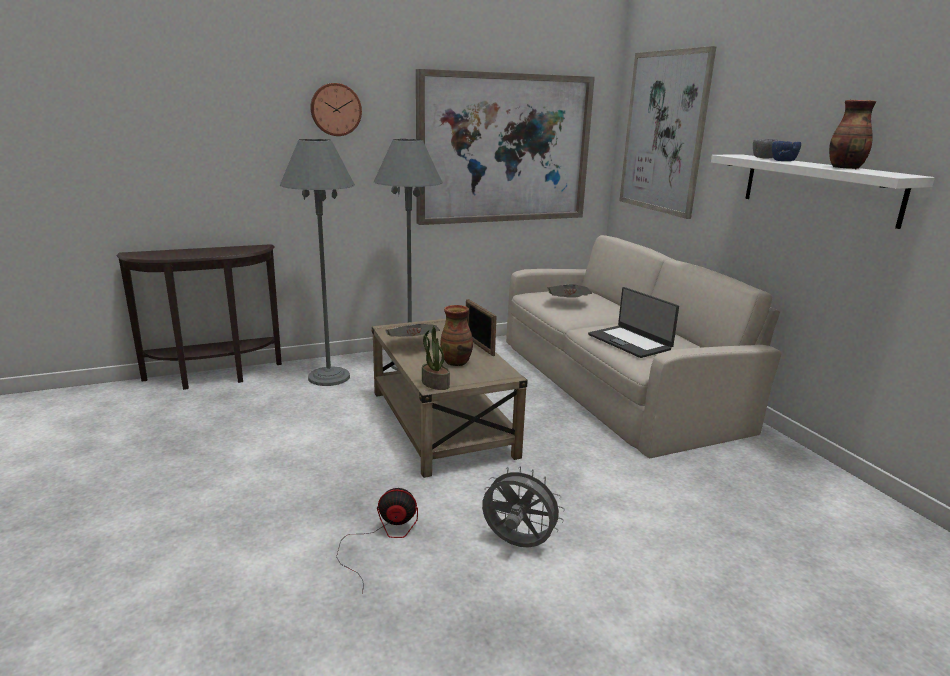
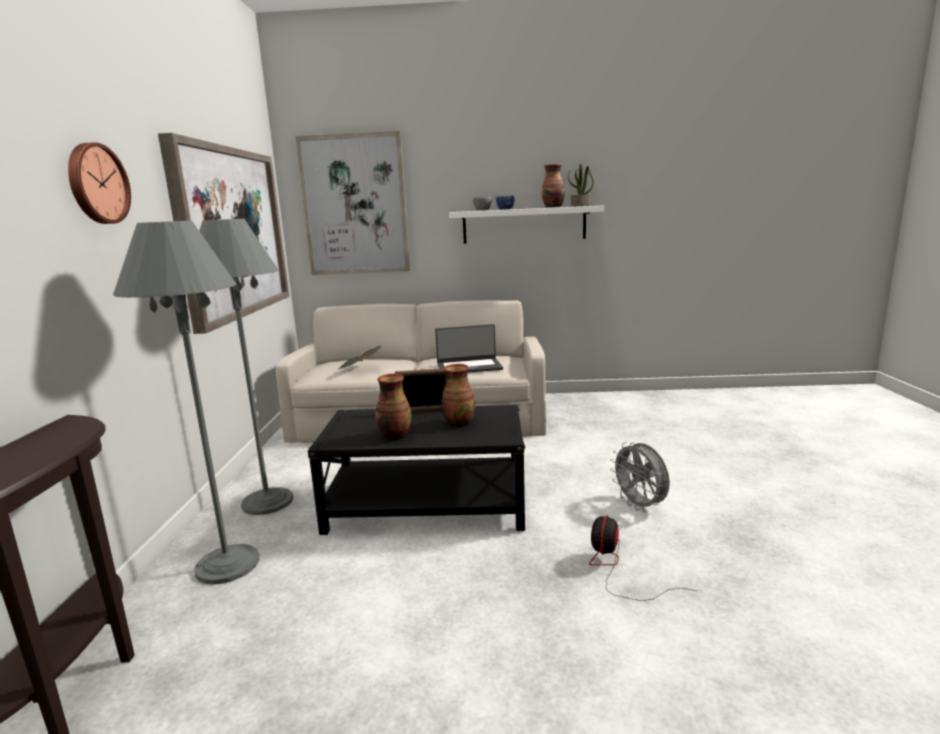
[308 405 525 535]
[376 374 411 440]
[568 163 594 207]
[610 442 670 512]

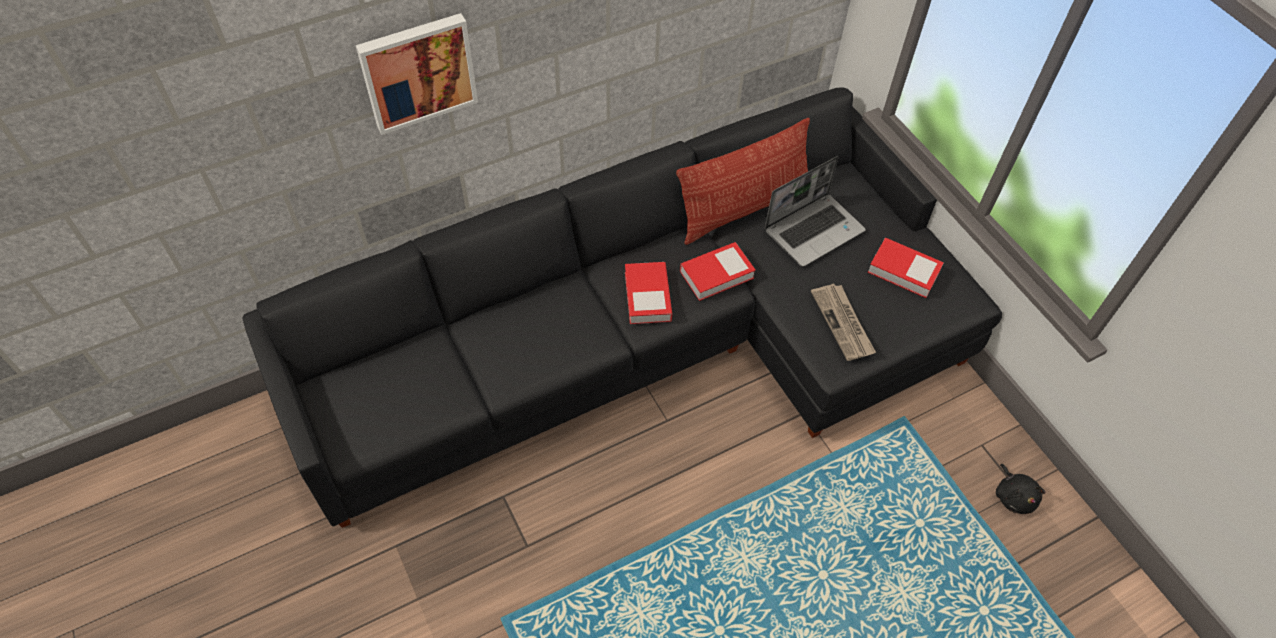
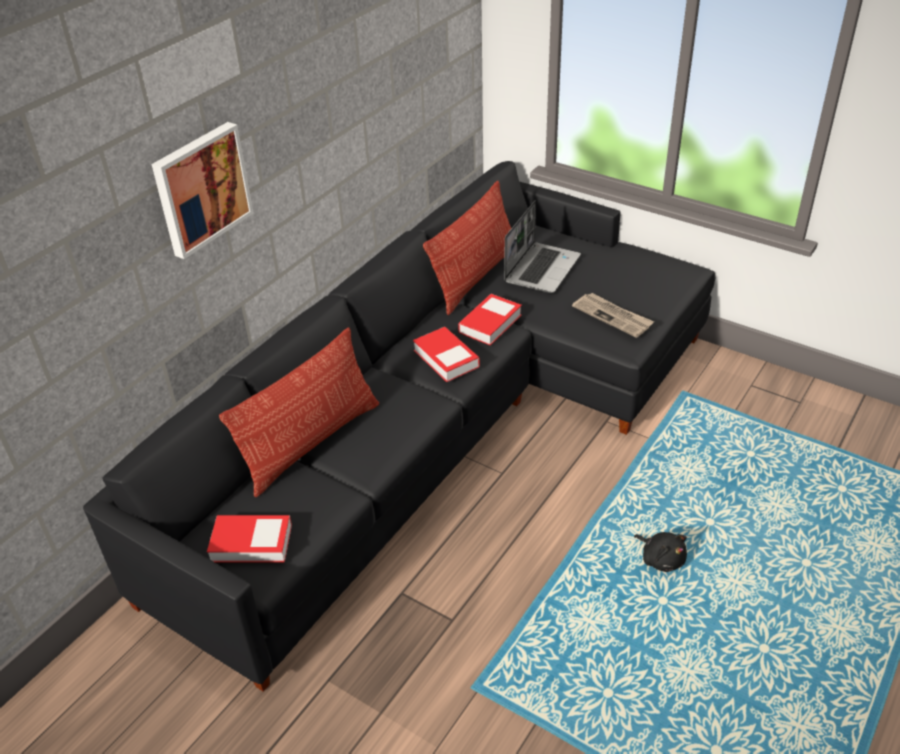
[207 515 292 563]
[634 532 687 572]
[219 327 379 497]

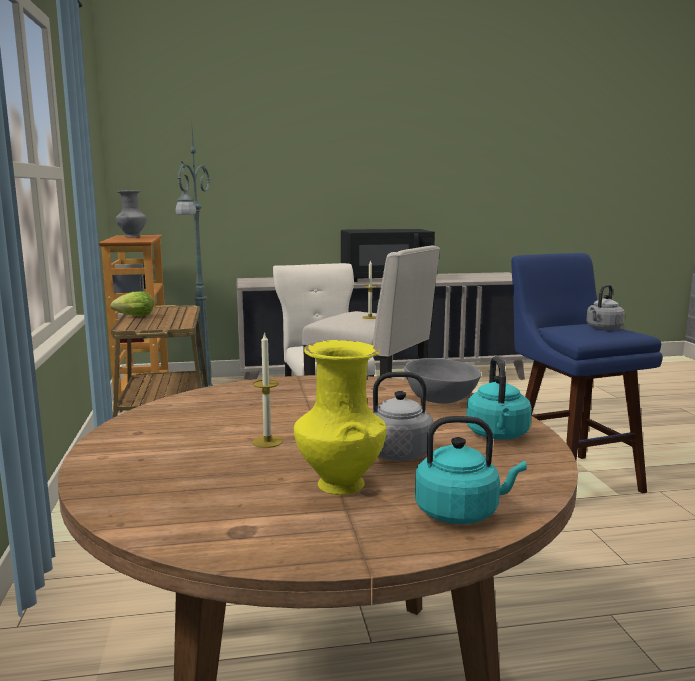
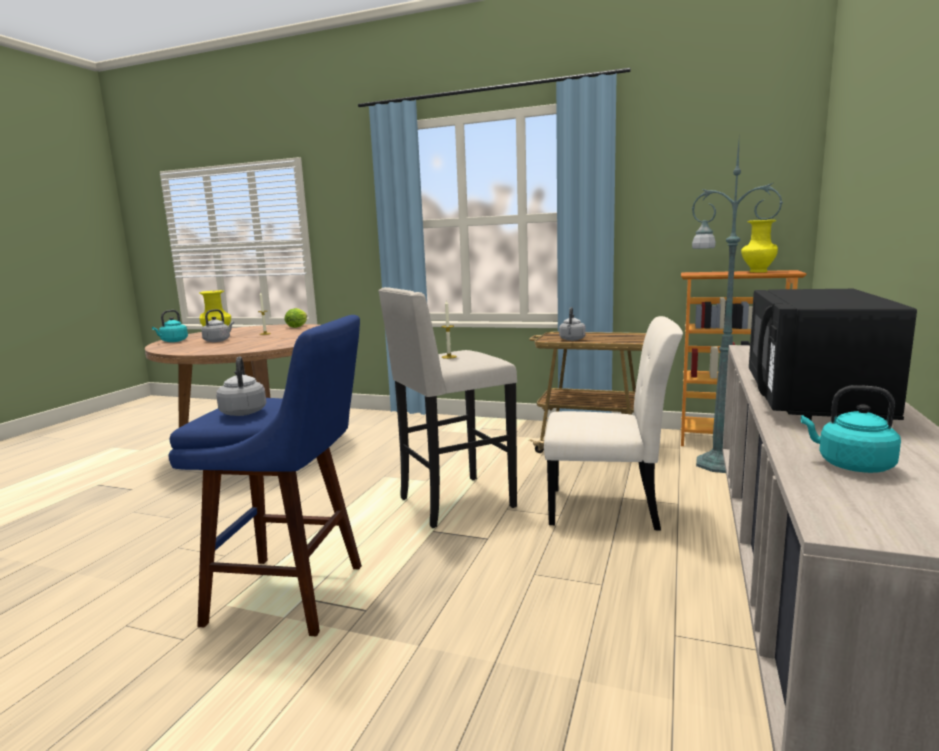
[741 220 778 273]
[284 308 307 328]
[801 385 901 473]
[404 358 481 404] (first image)
[559 307 586 341]

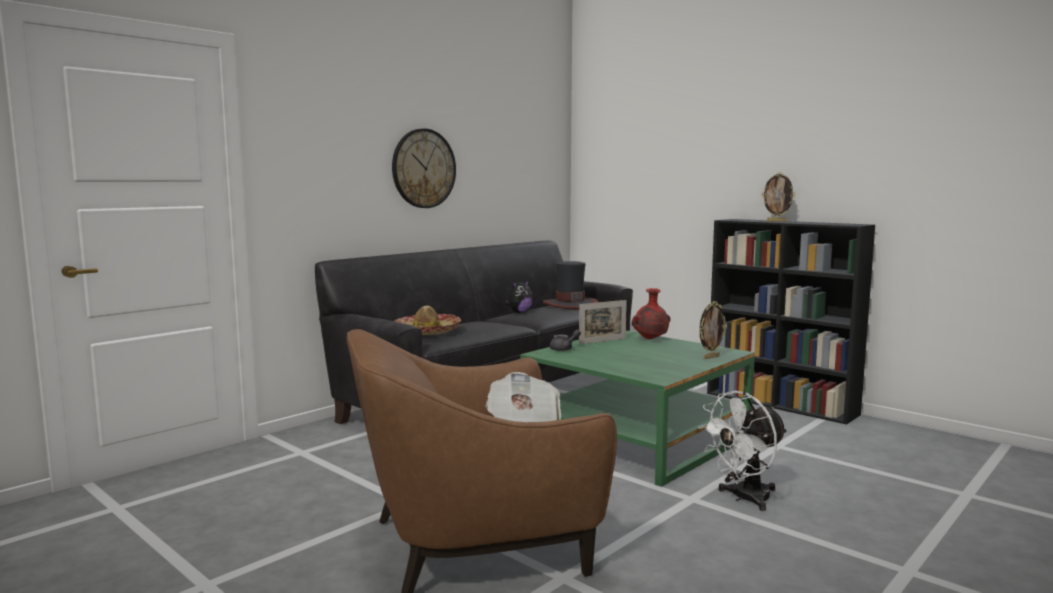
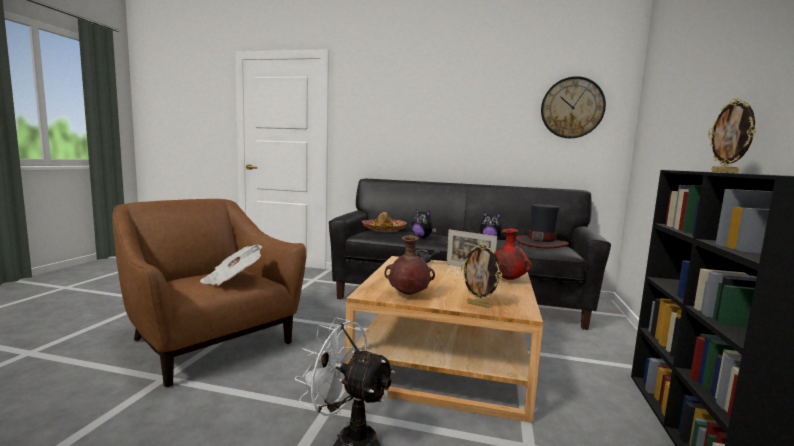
[541 76 606 138]
[344 256 543 423]
[412 209 437 238]
[384 235 435 295]

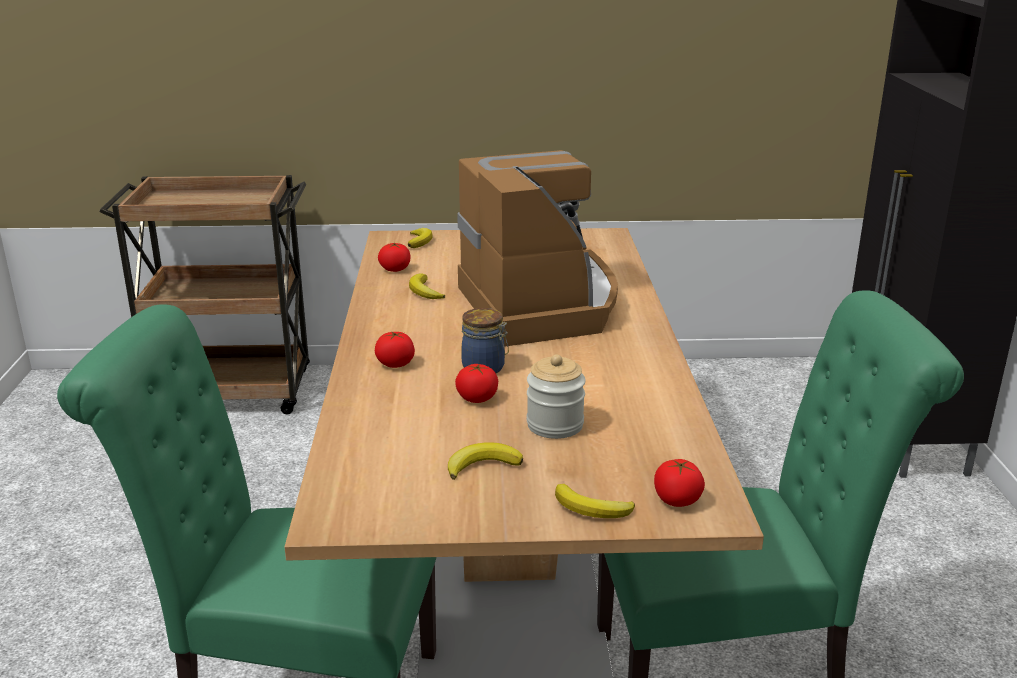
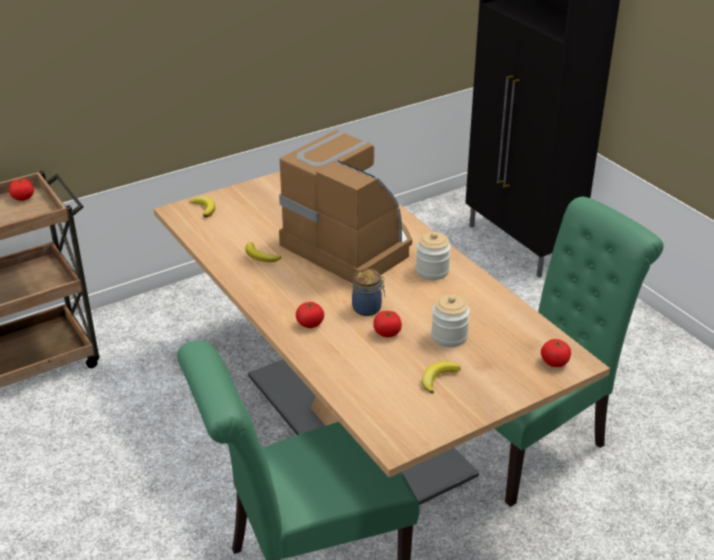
[9 179 34 201]
[555 484 635 518] (first image)
[416 232 451 280]

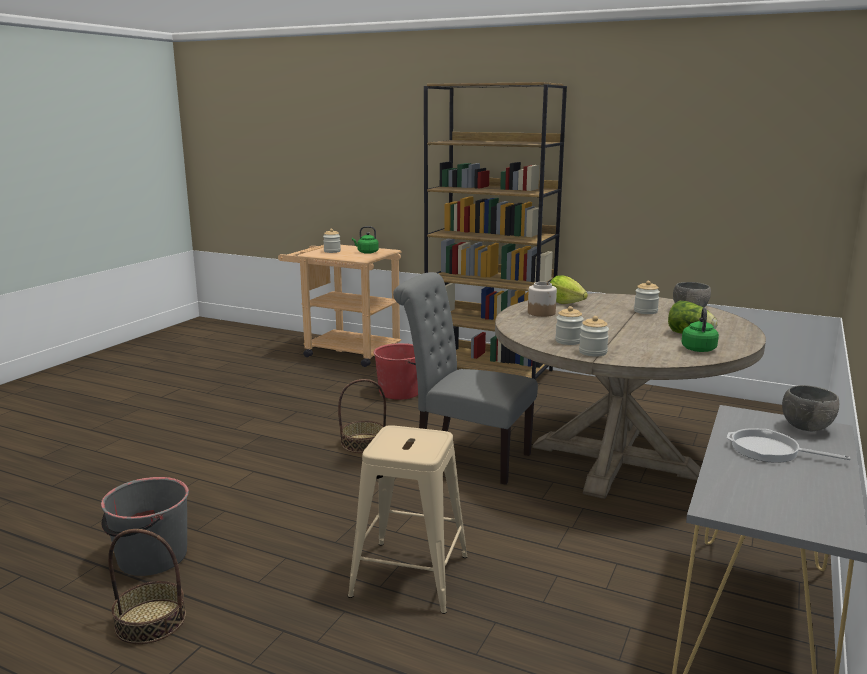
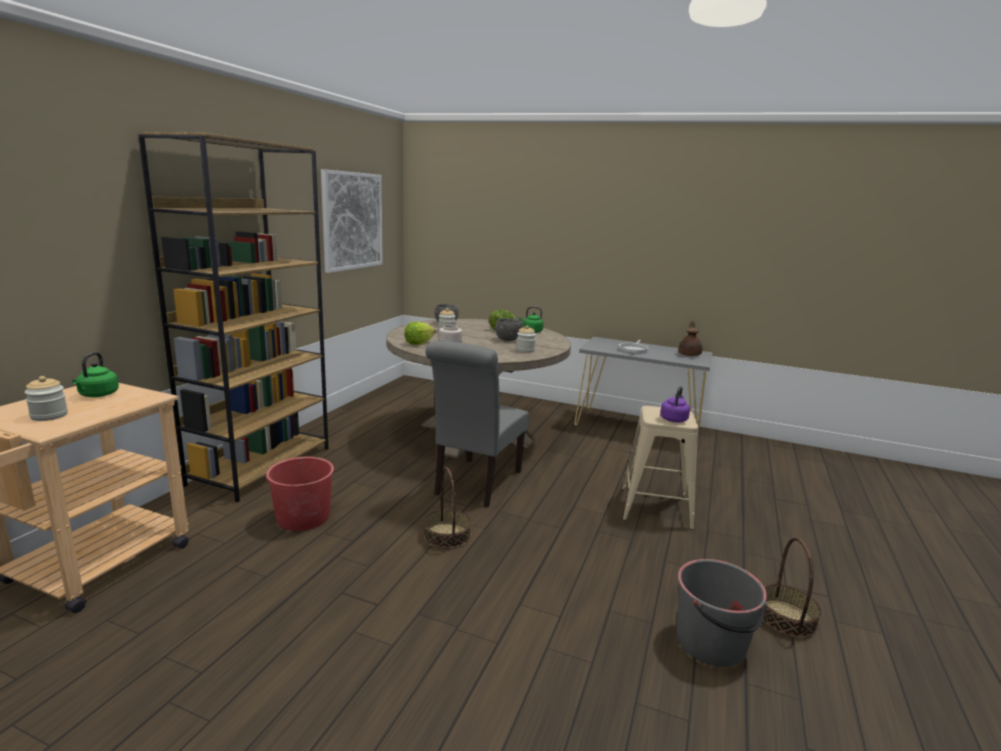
[579 316 609 356] (first image)
[495 318 523 341]
[321 169 383 273]
[678 321 702 356]
[660 386 690 422]

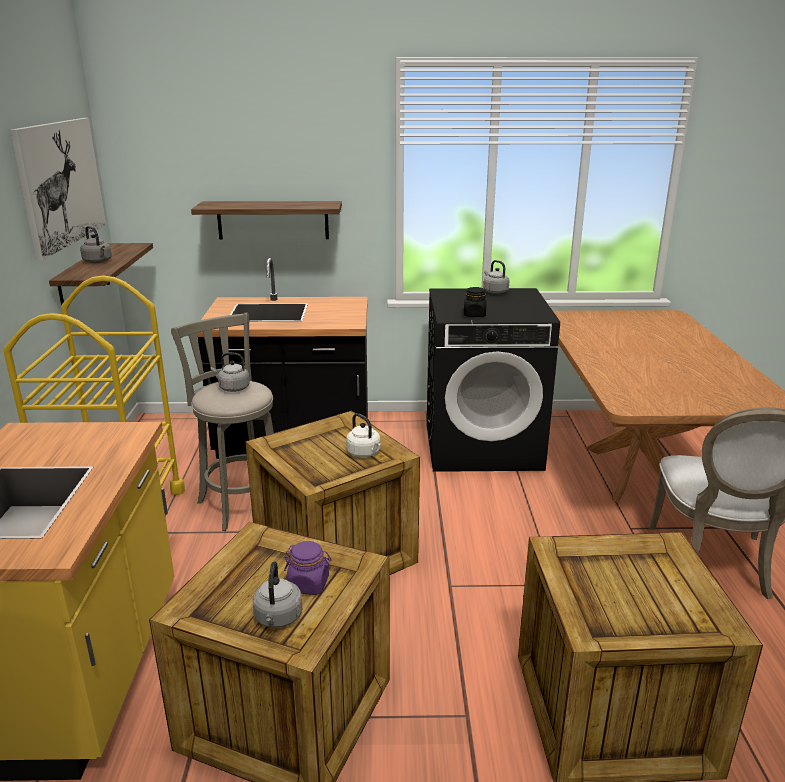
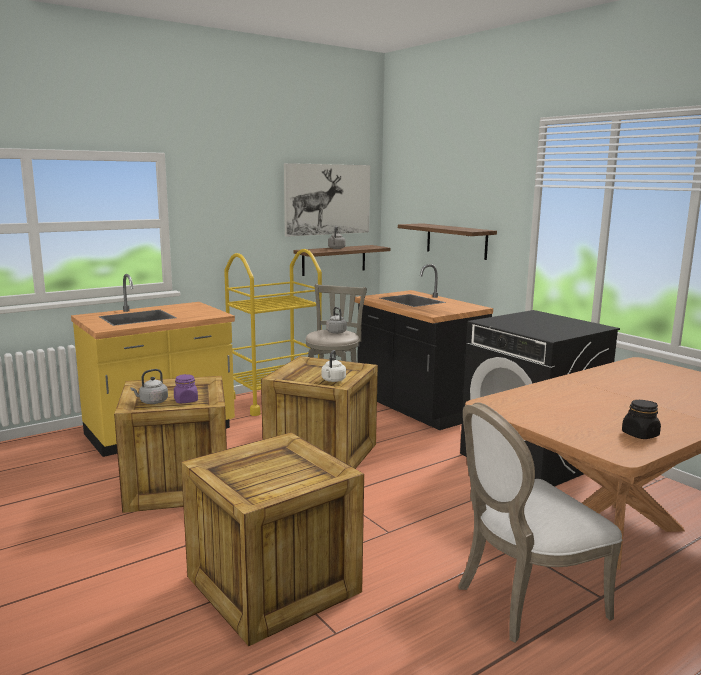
[483 260 510 294] (first image)
[622 400 661 439]

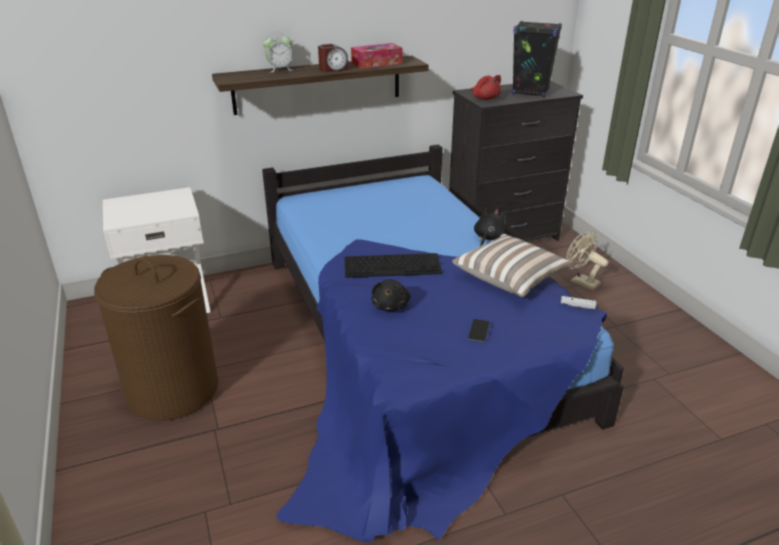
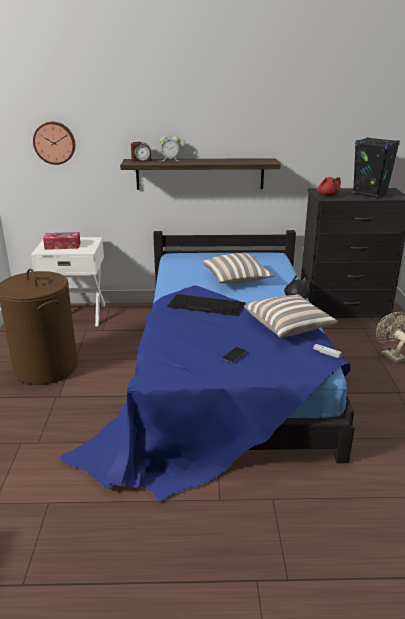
[43 232 81 250]
[131 142 151 162]
[372 279 410 311] (first image)
[33 122 75 165]
[202 253 274 284]

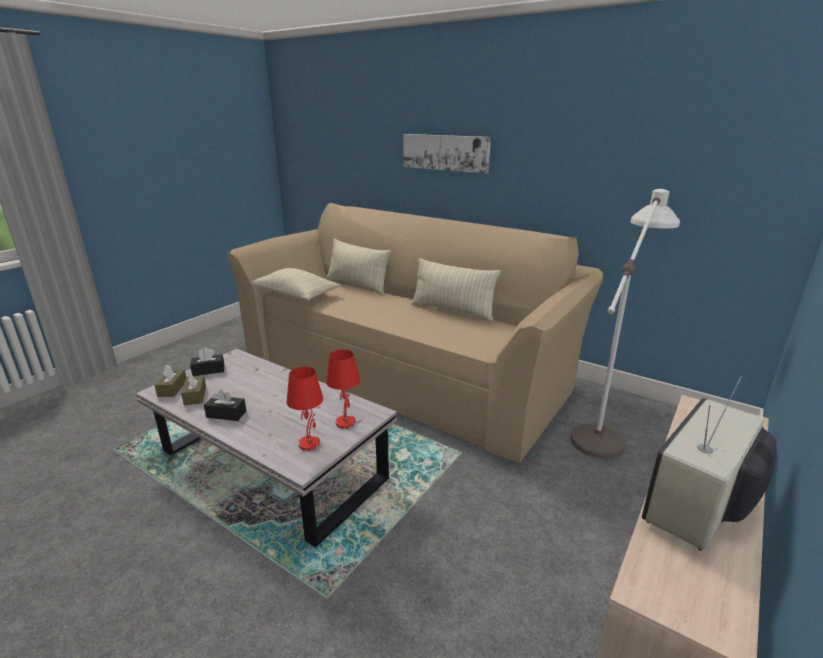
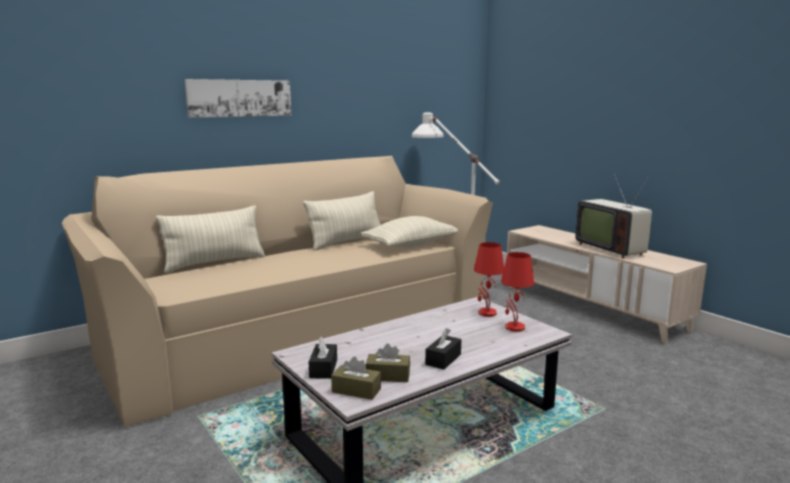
[361 216 458 248]

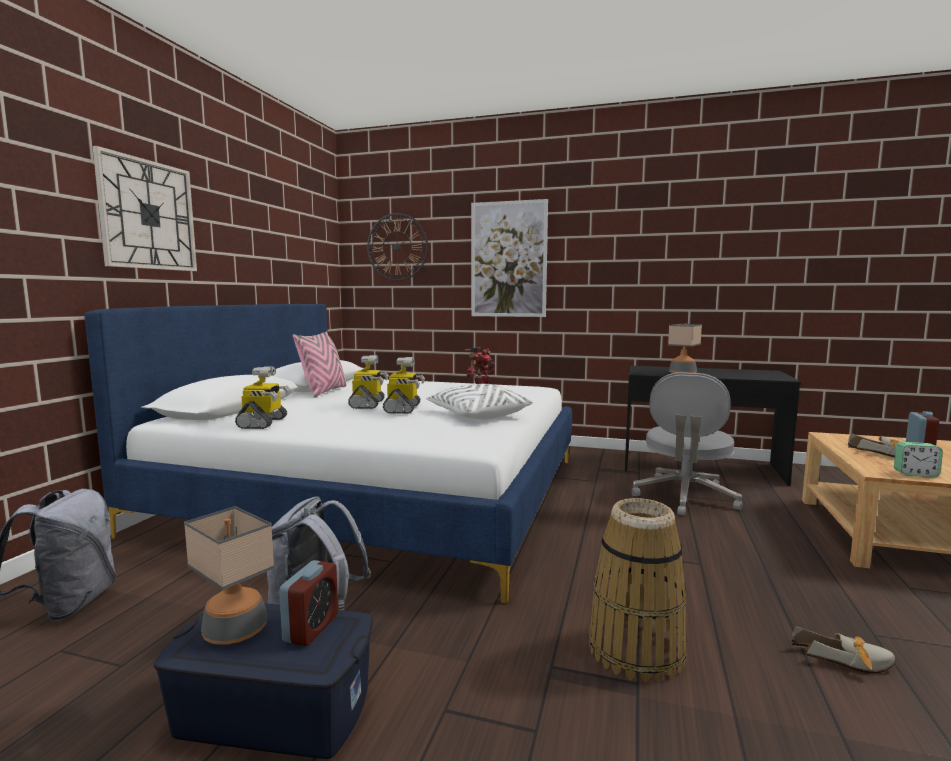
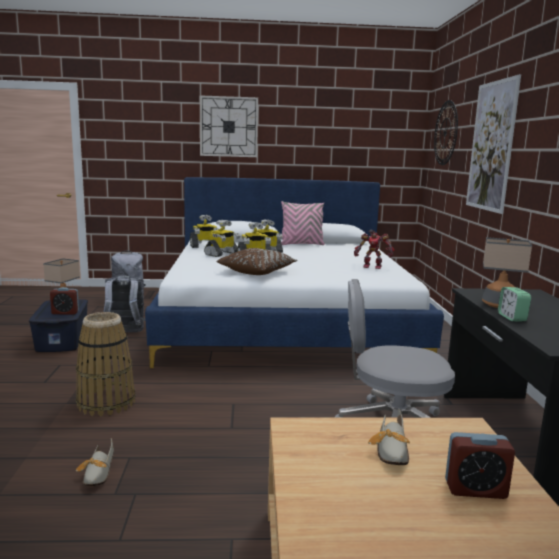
[216 248 298 275]
[498 287 531 321]
[204 220 240 257]

